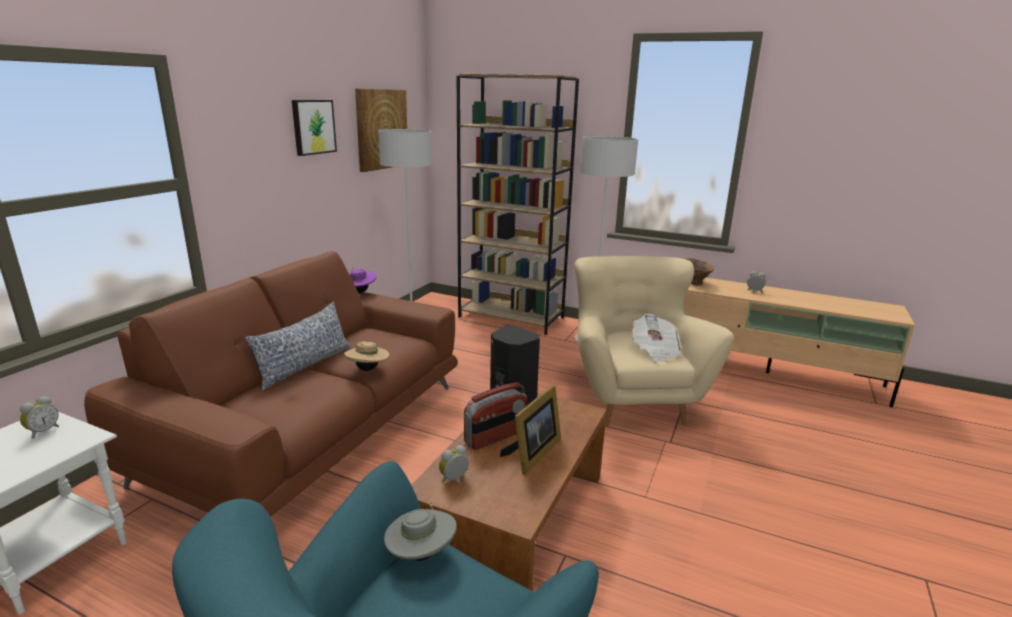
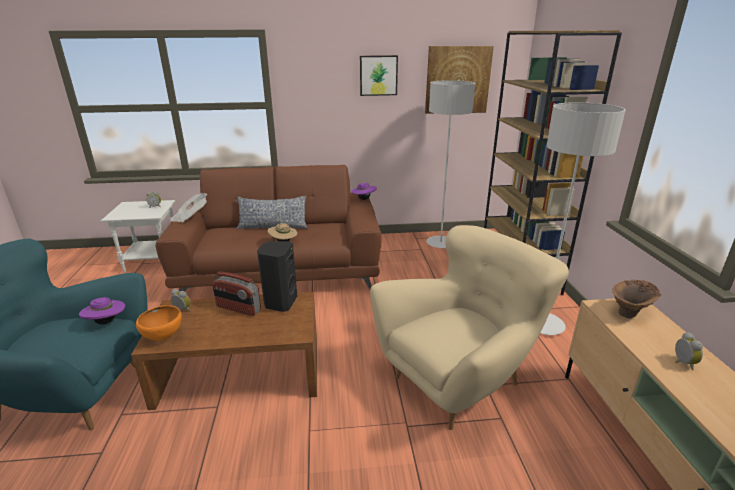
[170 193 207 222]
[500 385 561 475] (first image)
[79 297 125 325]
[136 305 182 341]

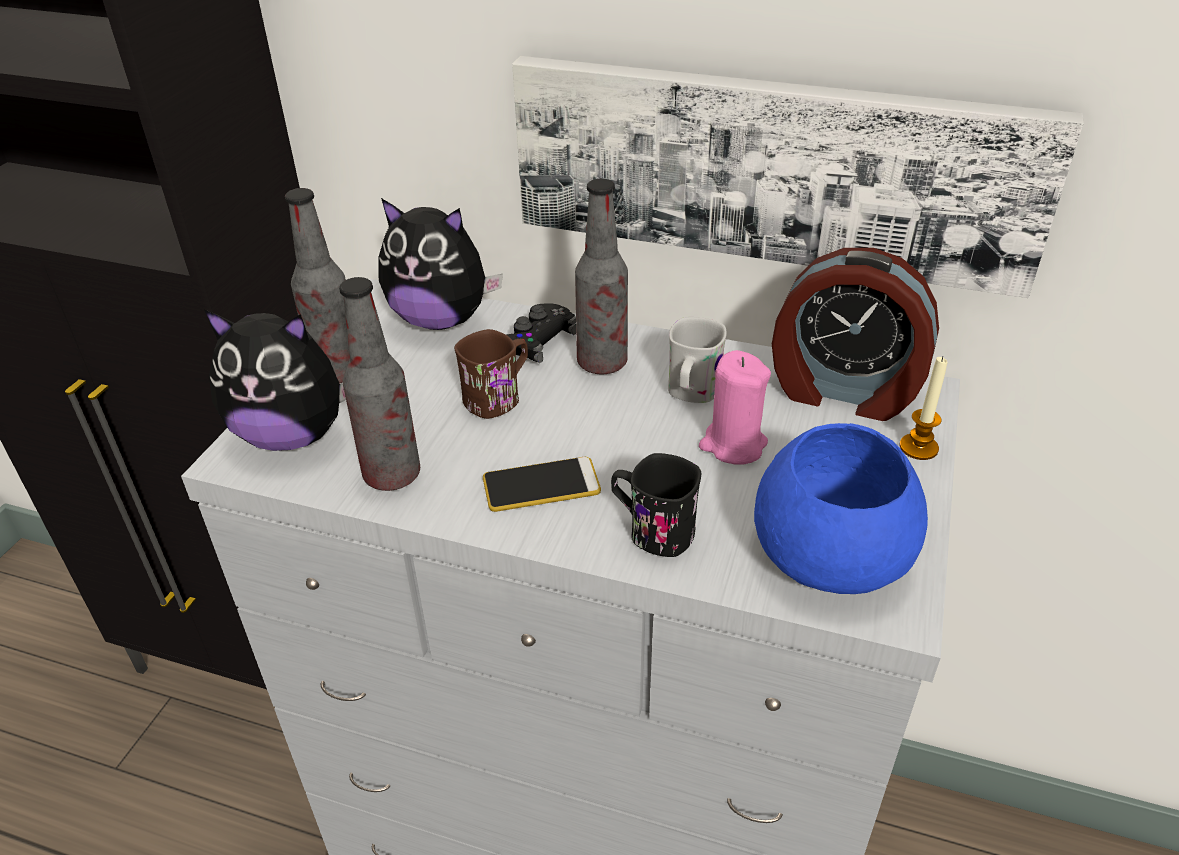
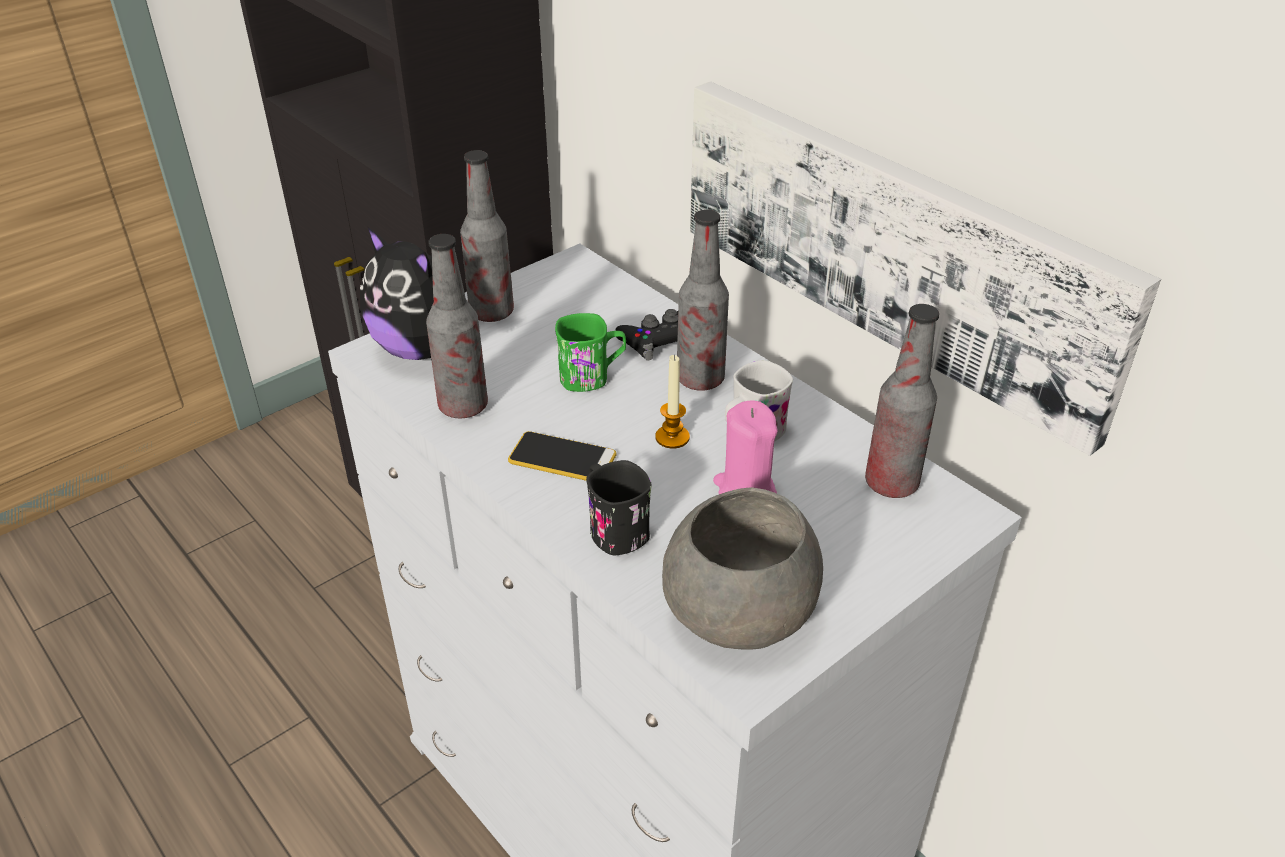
[379 198 503 330] (first image)
[865 304 939 498]
[555 313 626 392]
[656 355 690 449]
[662 487 823 649]

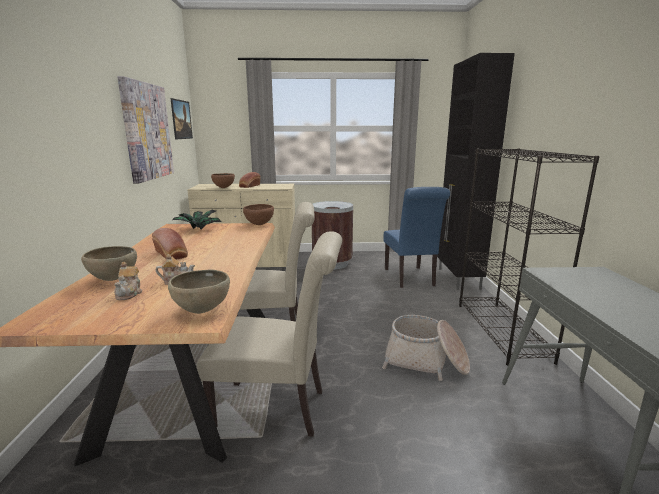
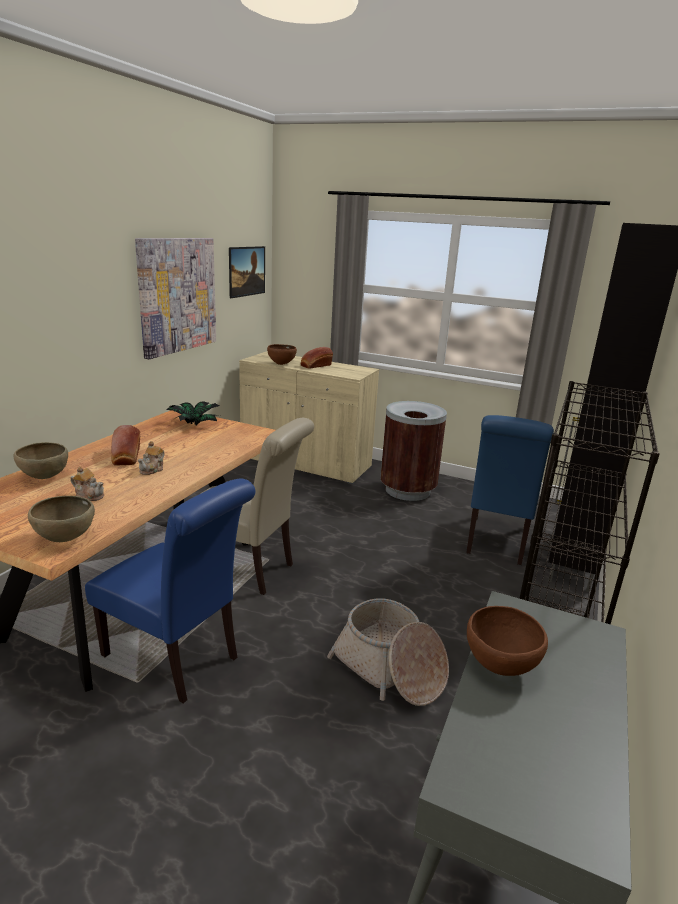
[467 606 548 676]
[85 478 255 703]
[138 441 164 475]

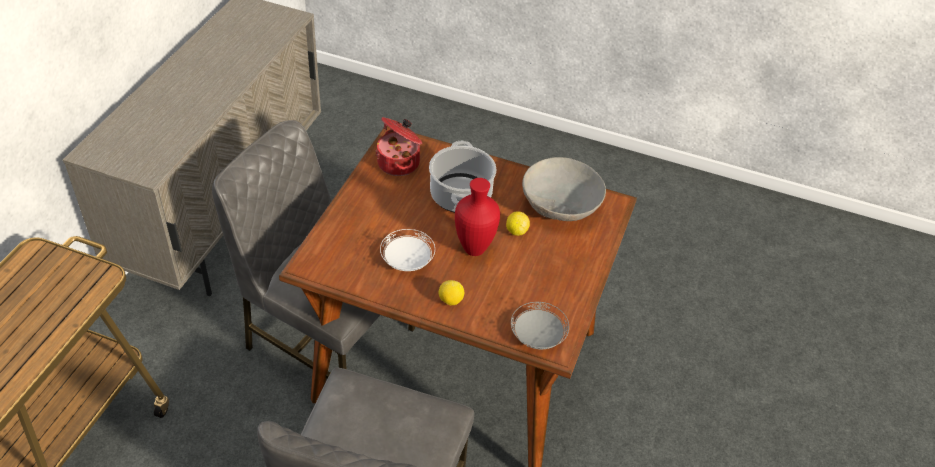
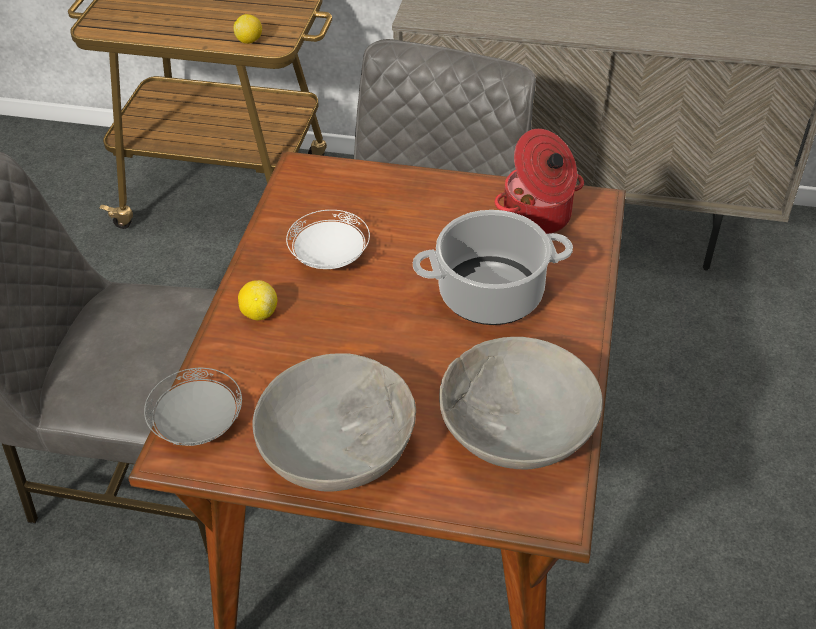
[455 178 500 256] (first image)
[234 14 262 44]
[252 353 416 492]

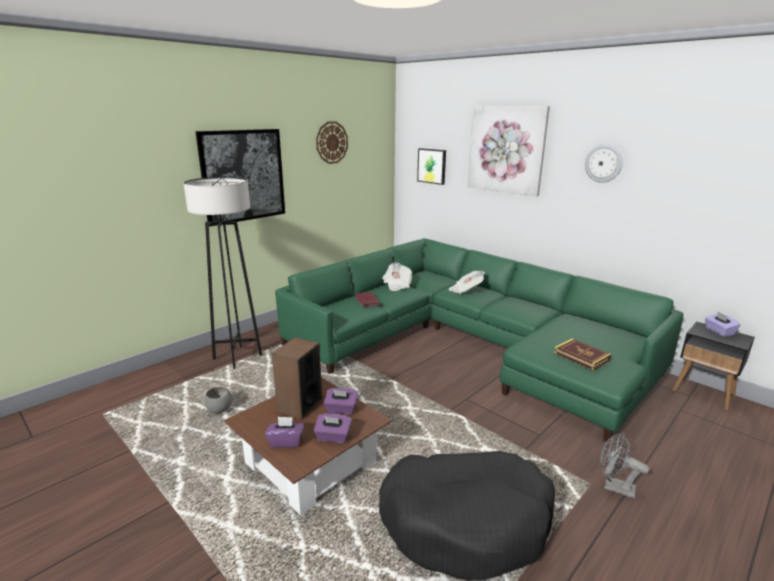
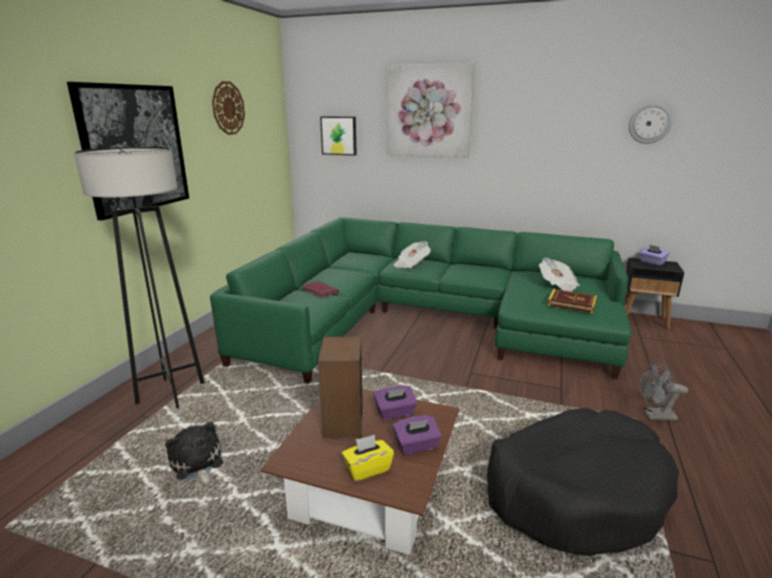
[629 103 672 144]
[539 258 580 292]
[165 421 223 484]
[342 435 394 481]

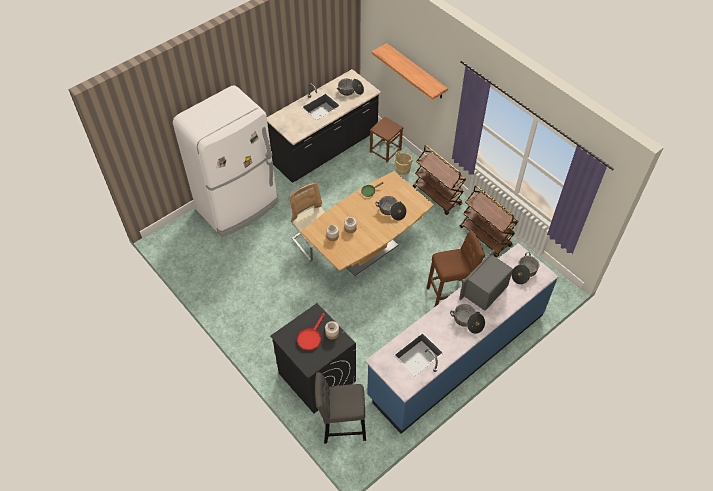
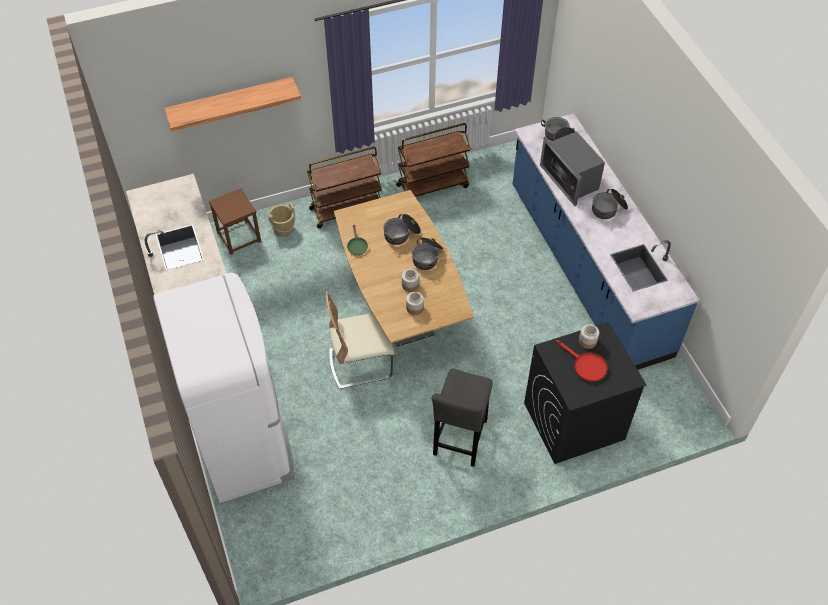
[412 237 443 270]
[427 230 485 307] (first image)
[432 369 493 467]

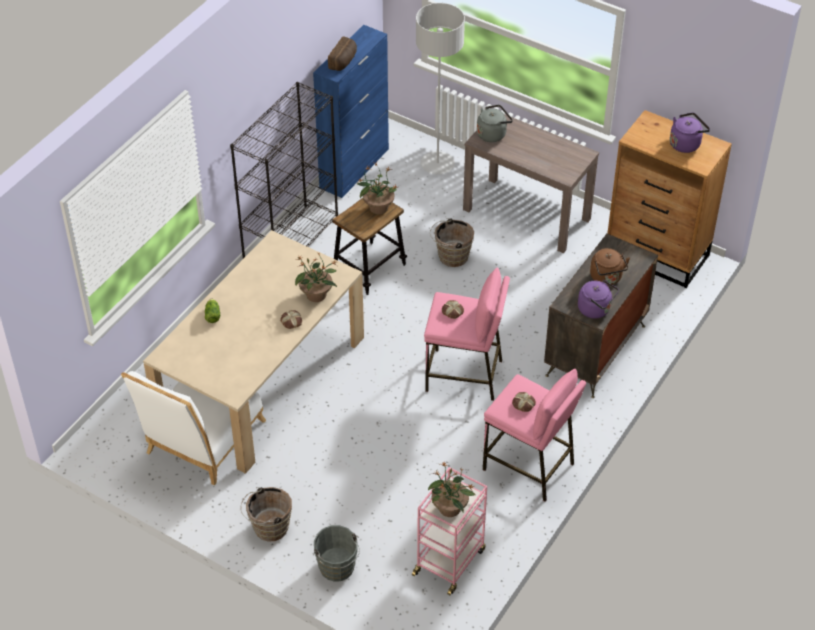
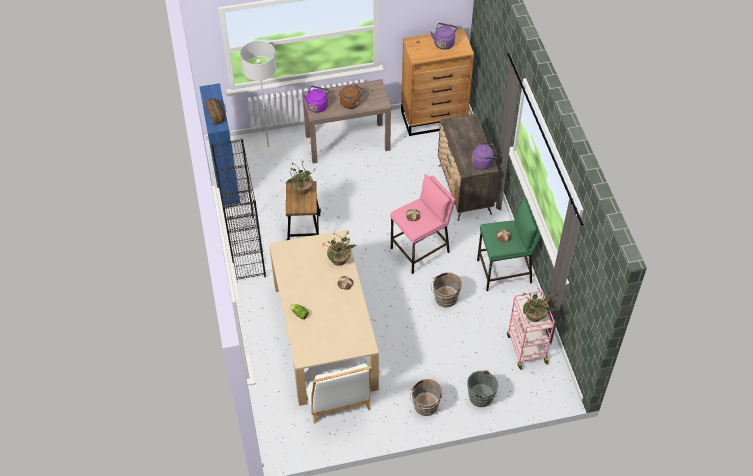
[303 86 330 113]
[431 272 462 307]
[340 85 364 109]
[477 198 541 291]

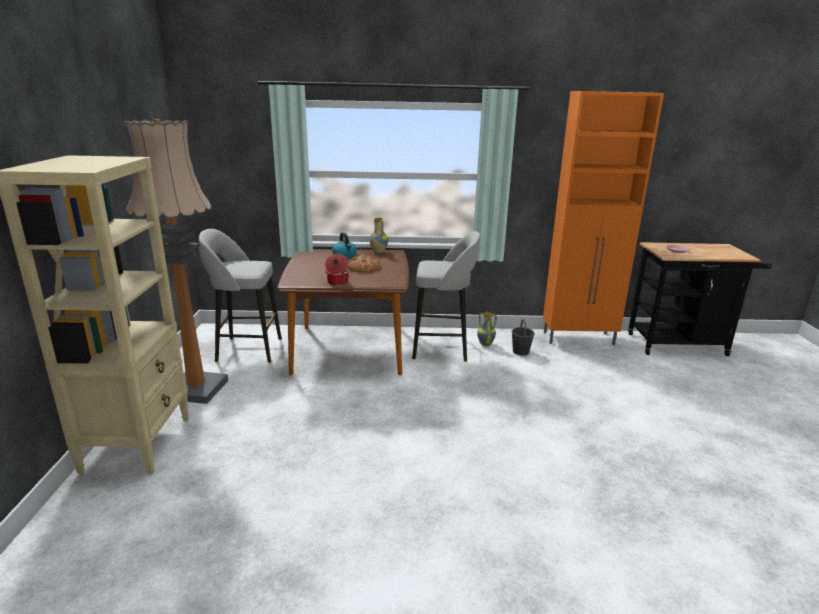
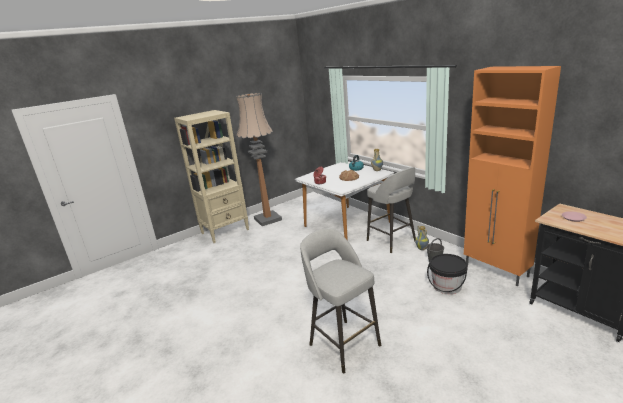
[300 228 381 373]
[295 161 394 241]
[427 254 468 294]

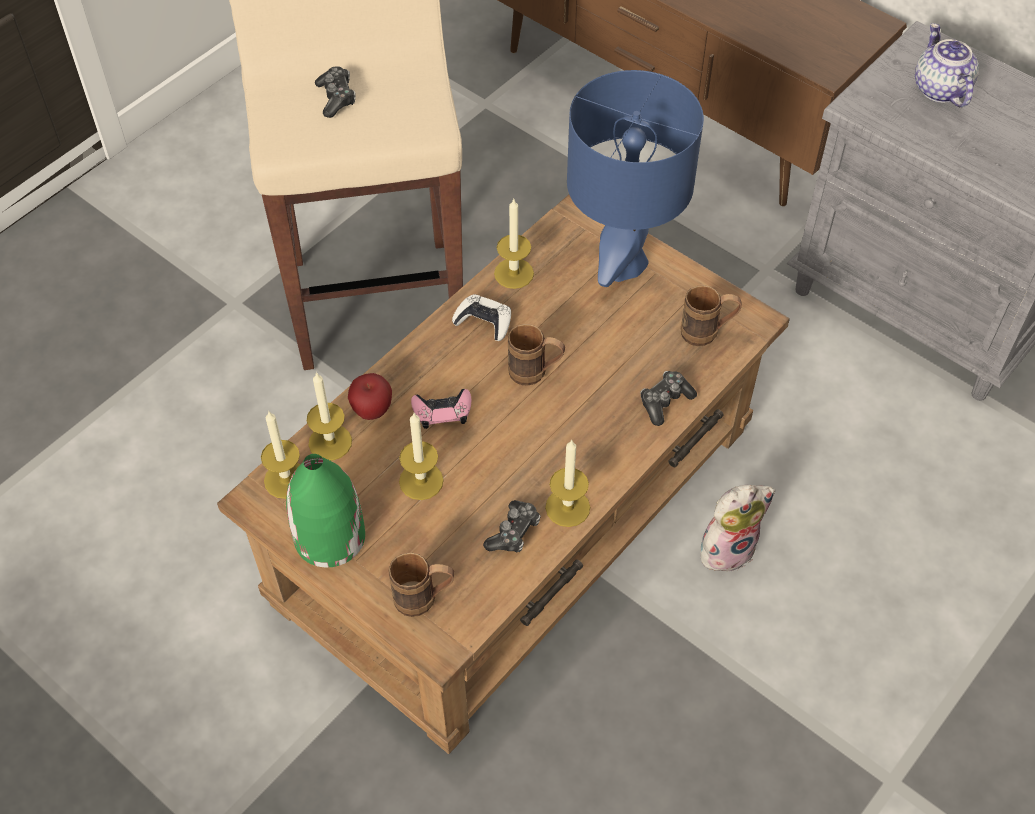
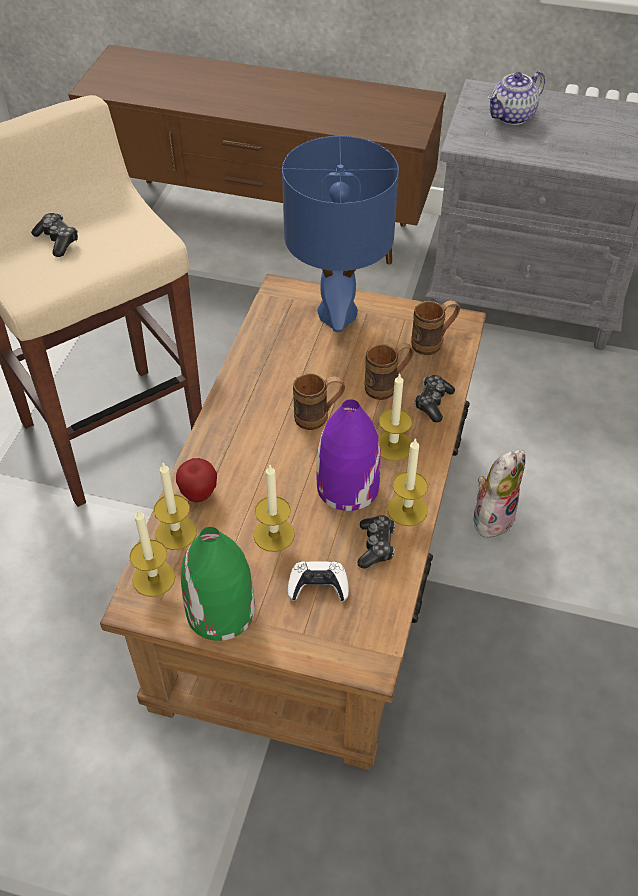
[487 71 545 125]
[378 373 412 461]
[288 561 349 601]
[411 389 471 429] (first image)
[364 343 414 400]
[317 399 381 511]

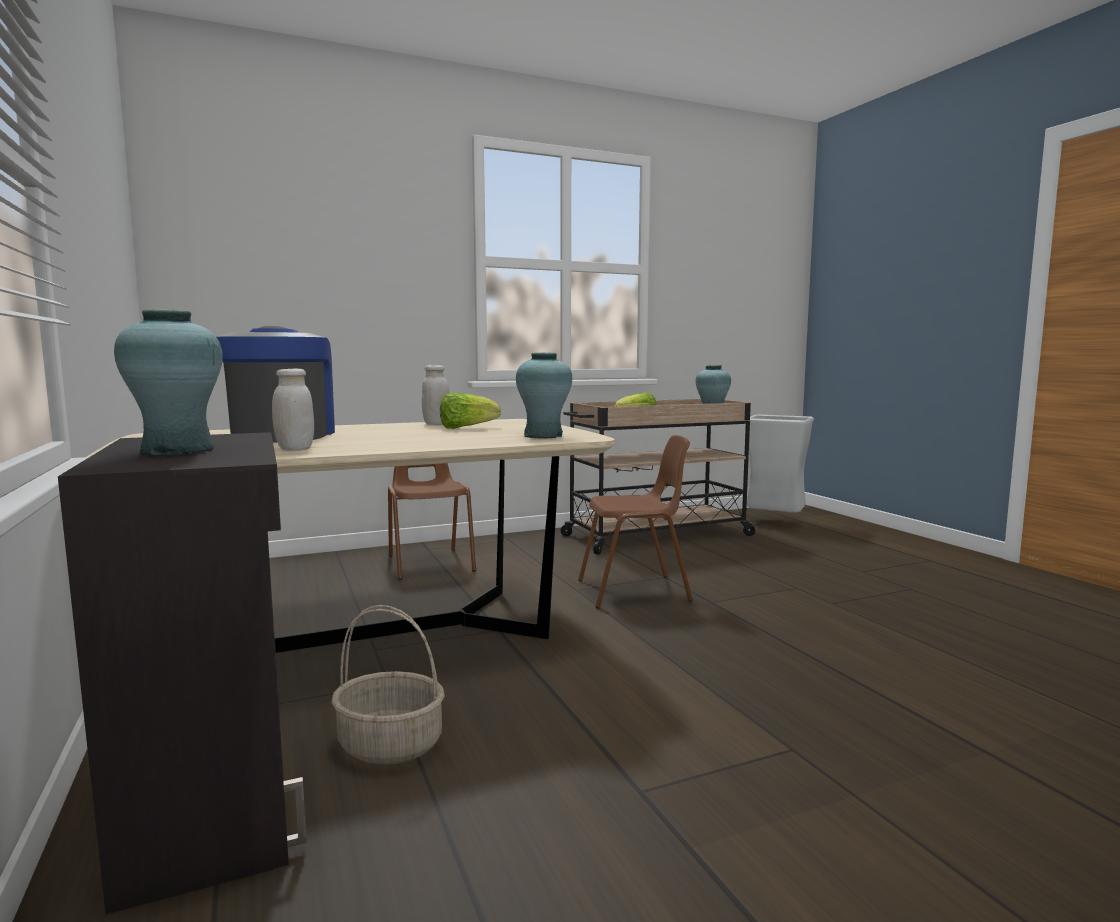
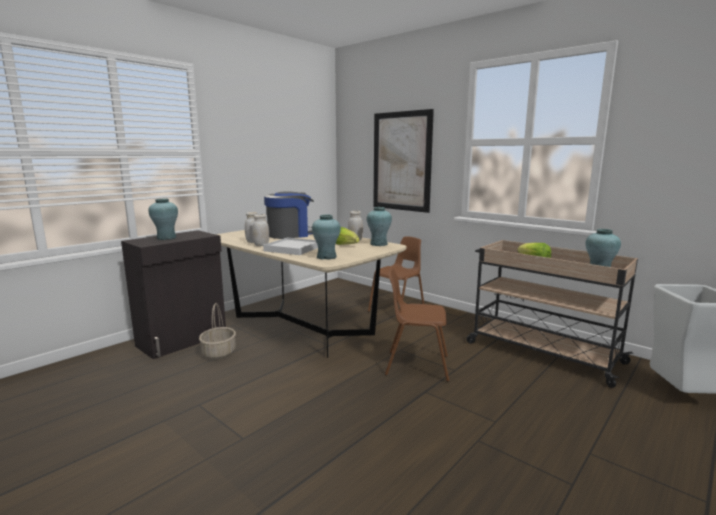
[385 268 449 382]
[373 109 434 213]
[367 207 392 246]
[252 214 269 246]
[263 238 318 255]

